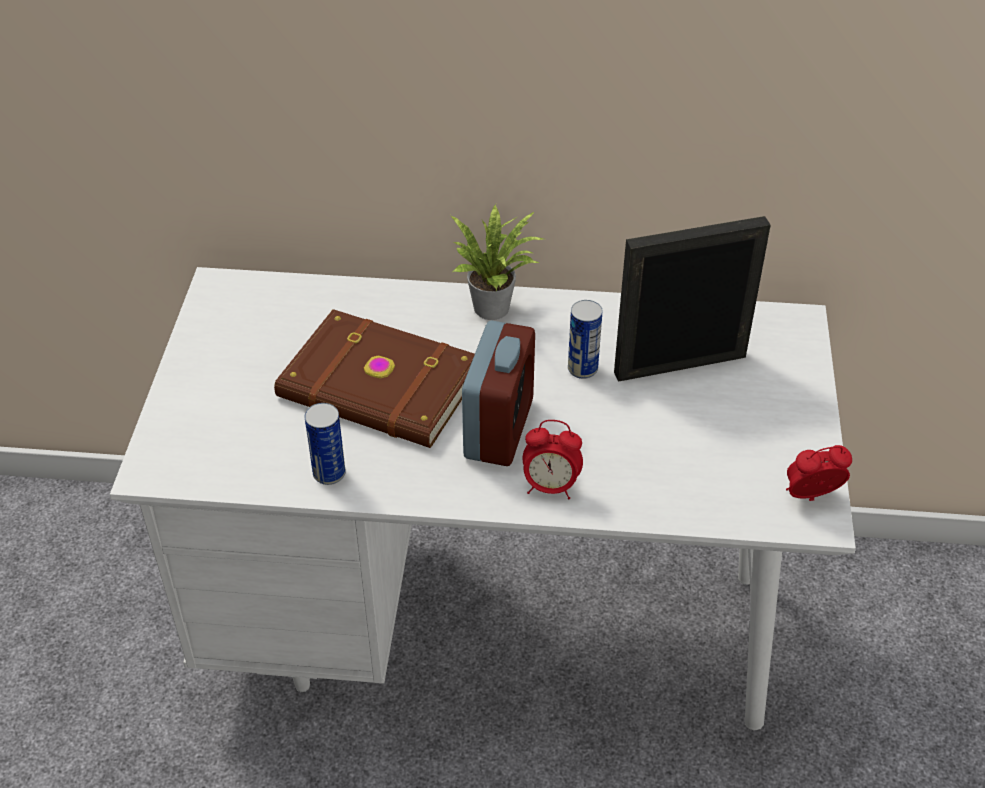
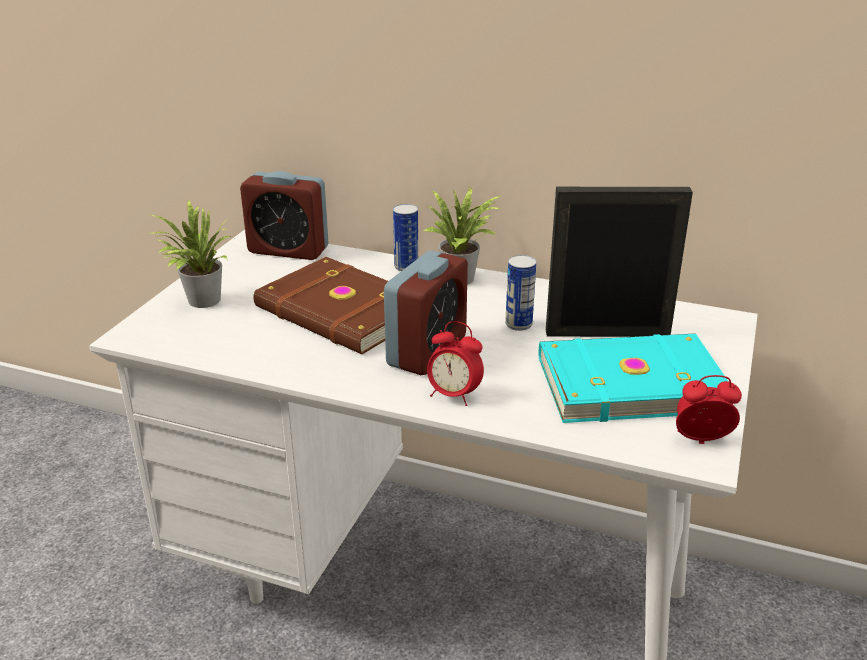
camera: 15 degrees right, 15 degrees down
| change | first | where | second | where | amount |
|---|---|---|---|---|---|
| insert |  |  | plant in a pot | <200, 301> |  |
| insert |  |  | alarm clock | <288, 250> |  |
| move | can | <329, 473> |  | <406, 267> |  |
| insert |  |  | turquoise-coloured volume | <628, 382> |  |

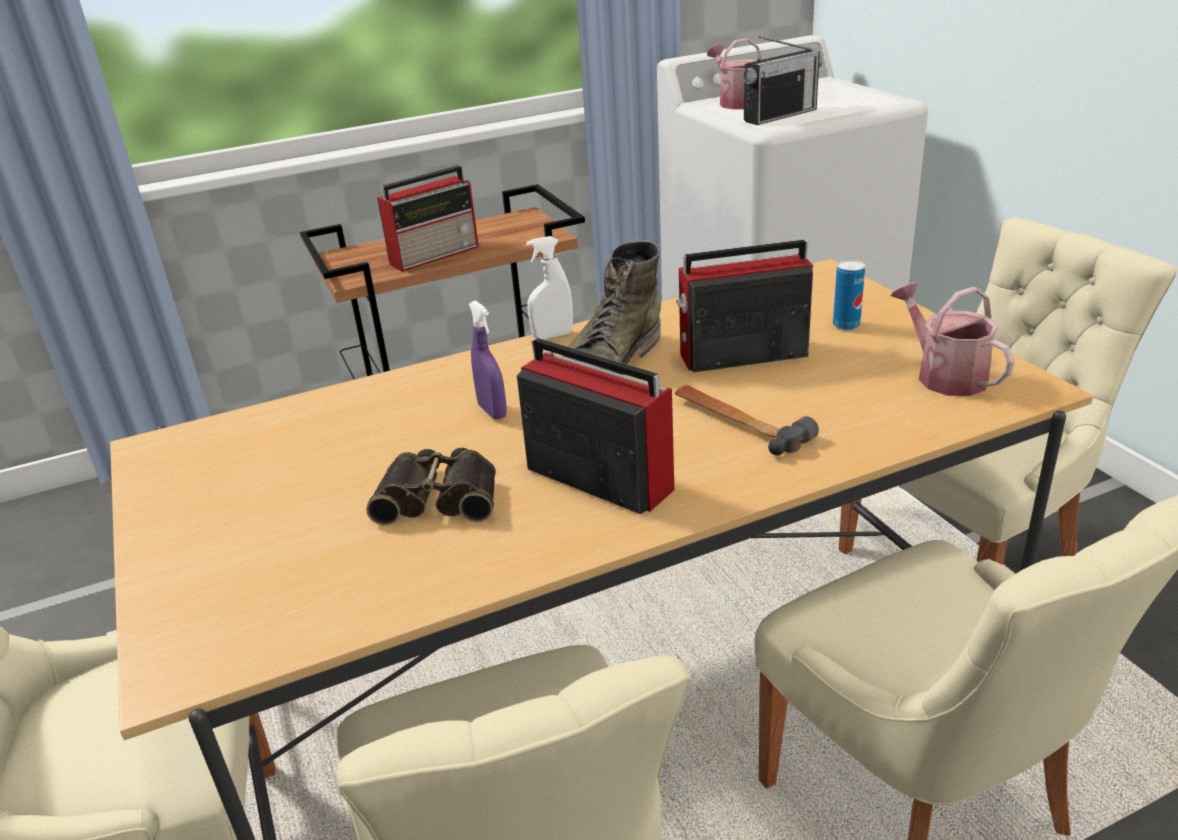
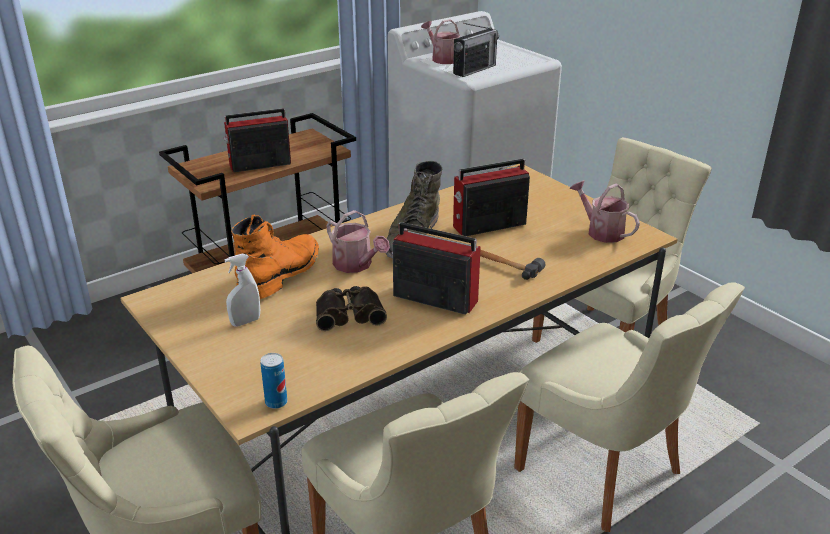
camera: 15 degrees left, 0 degrees up
| change | first | where | second | where | amount |
|---|---|---|---|---|---|
| rotate | radio set | <436, 254> |  | <259, 165> | 150 degrees counterclockwise |
| move | whitish sprayer | <552, 336> |  | <245, 322> |  |
| insert |  |  | orangey boot | <281, 274> |  |
| move | can | <846, 325> |  | <276, 402> |  |
| replace | purple sprayer | <492, 411> | sprinkling can | <356, 265> |  |

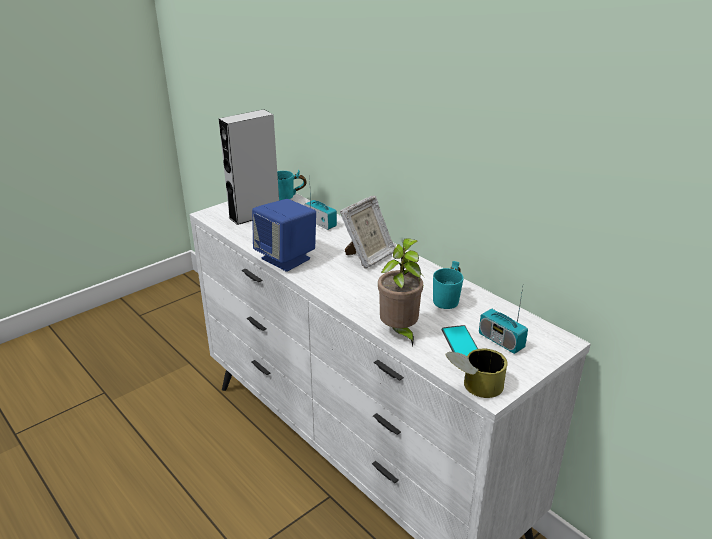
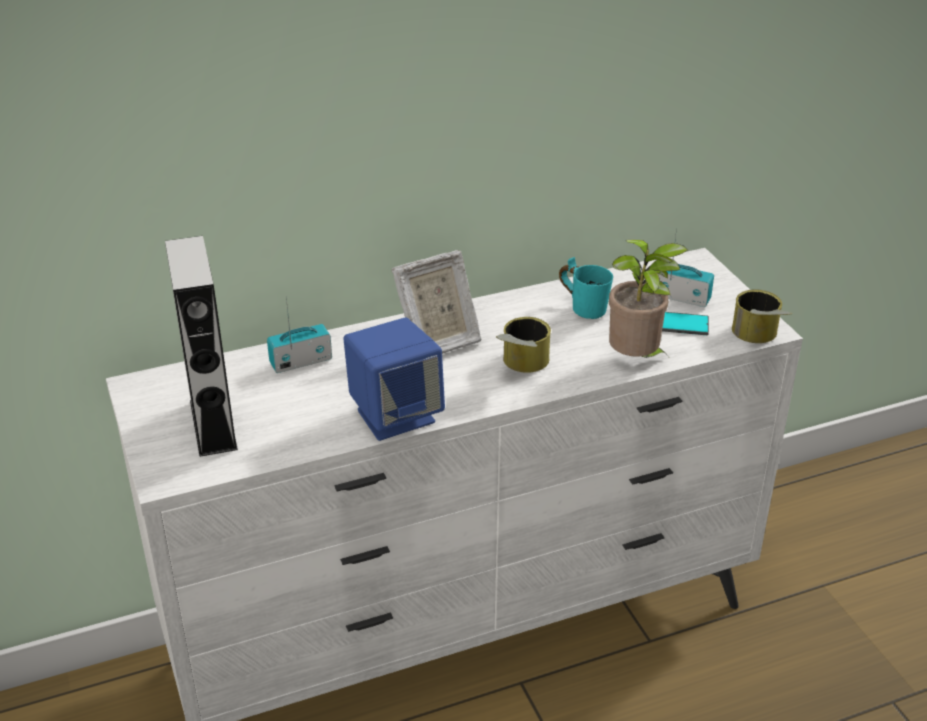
camera: 70 degrees left, 5 degrees up
| change | first | where | second | where | amount |
|---|---|---|---|---|---|
| rotate | picture frame | <368, 257> |  | <438, 341> | 90 degrees clockwise |
| insert |  |  | can | <521, 367> |  |
| rotate | radio set | <501, 341> |  | <681, 297> | 135 degrees counterclockwise |
| delete | turquoise-coloured coffee mug | <288, 198> |  |  |  |

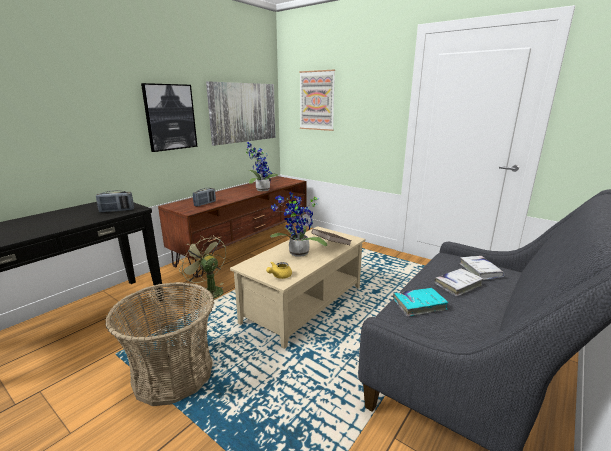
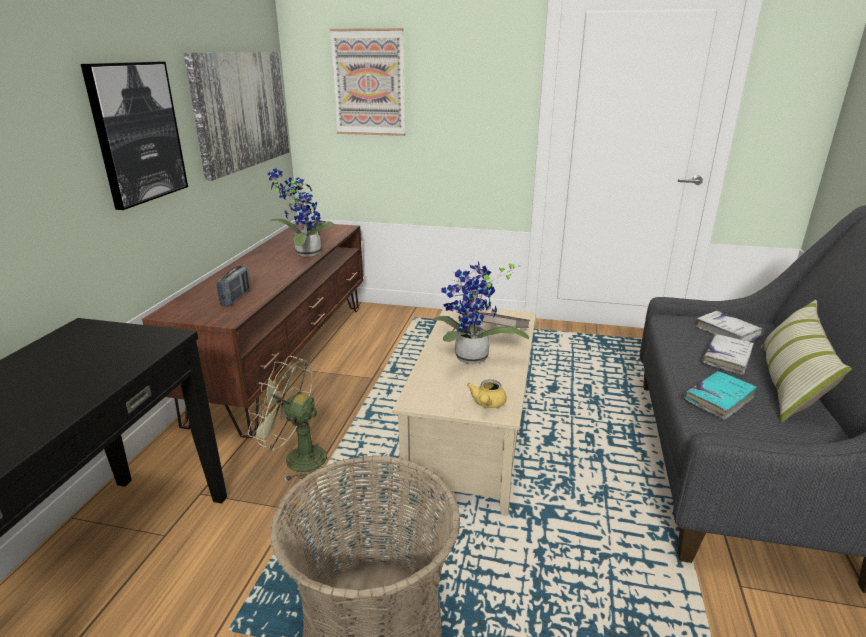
camera: 25 degrees left, 5 degrees up
| change | first | where | second | where | amount |
|---|---|---|---|---|---|
| insert |  |  | pillow | <788, 384> |  |
| delete | radio set | <117, 211> |  |  |  |

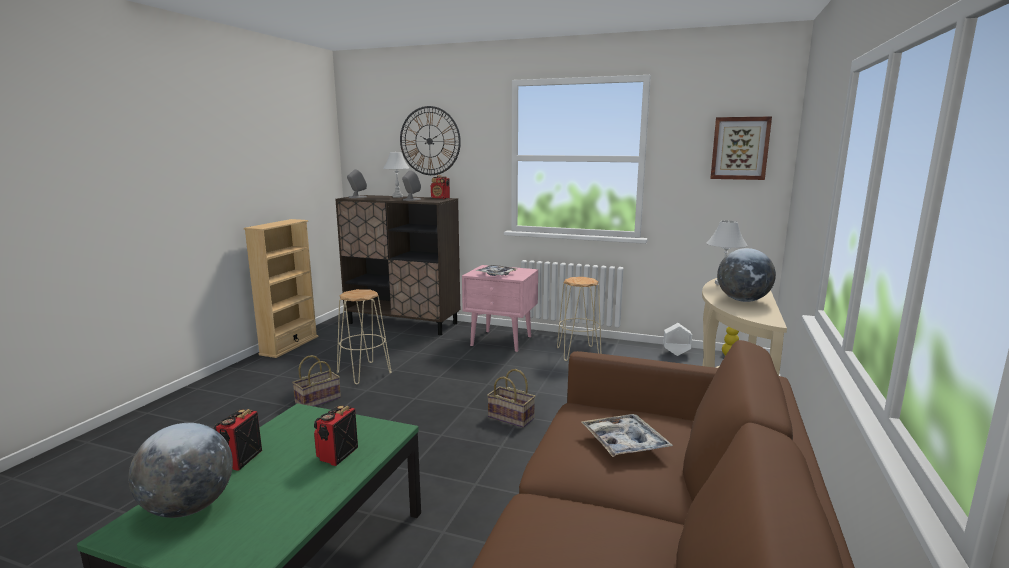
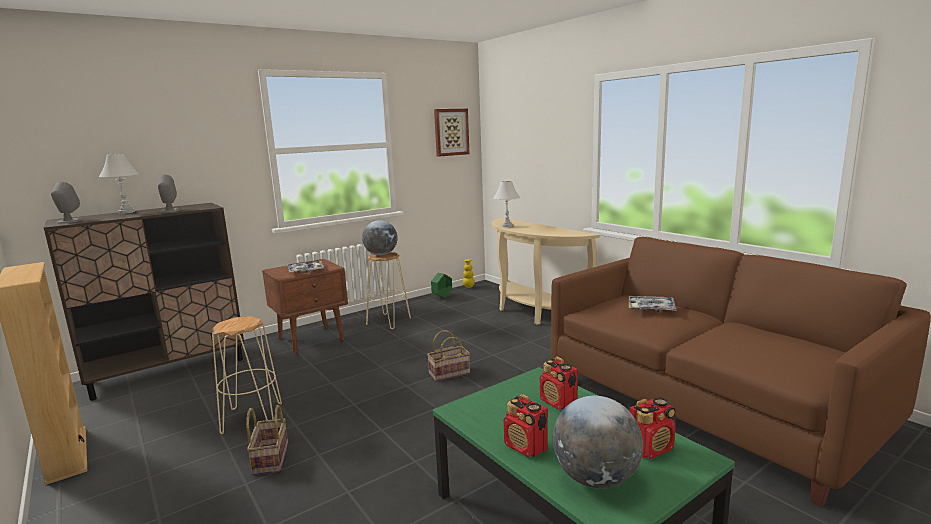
camera: 55 degrees left, 0 degrees up
| change | first | where | second | where | amount |
|---|---|---|---|---|---|
| recolor | pink-coloured night table | <502, 341> | brownish night table | <312, 339> |  |
| move | globe | <743, 300> |  | <381, 254> |  |
| recolor | whitish plant pot | <676, 353> | greenish plant pot | <442, 297> |  |
| move | radio set | <440, 198> |  | <651, 449> |  |
| delete | clock on the wall | <429, 141> |  |  |  |

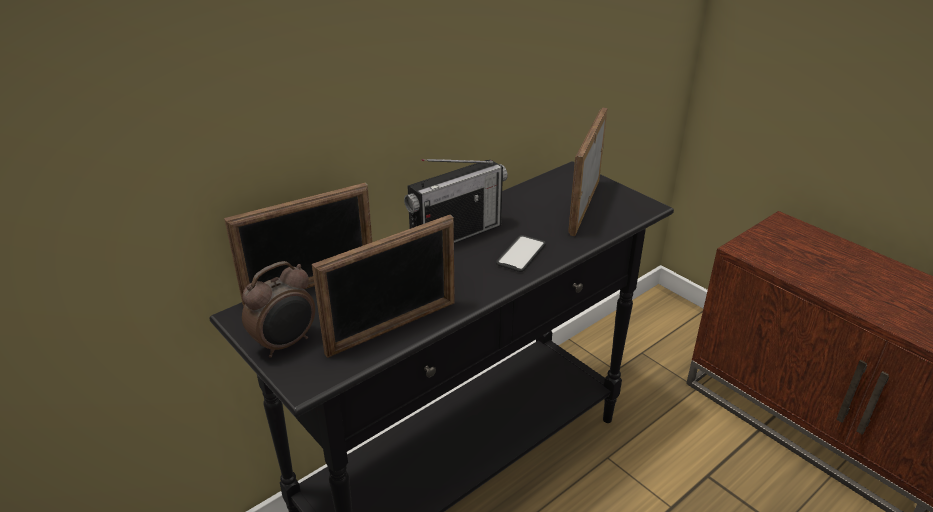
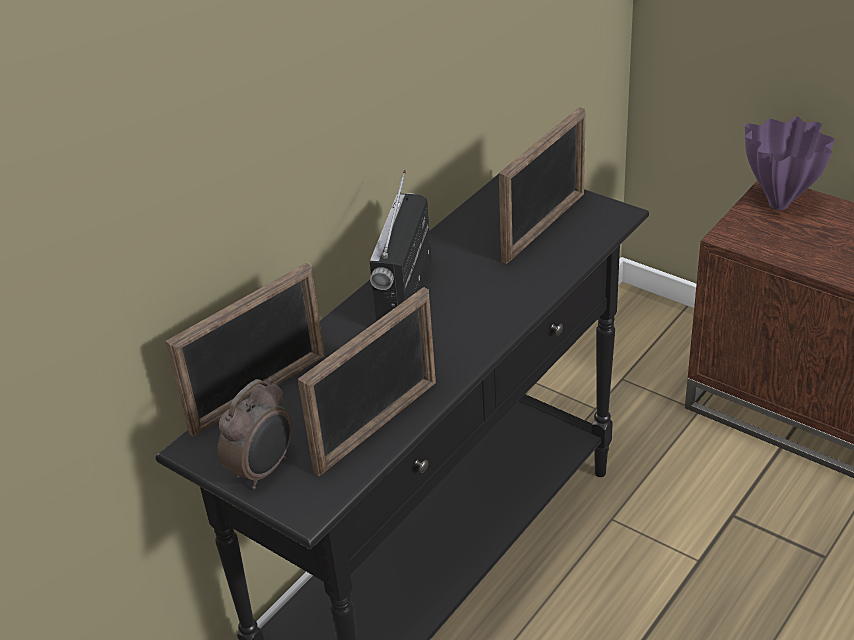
camera: 10 degrees left, 5 degrees up
| change | first | where | second | where | amount |
|---|---|---|---|---|---|
| rotate | radio set | <456, 235> |  | <405, 294> | 150 degrees clockwise |
| rotate | picture frame | <584, 206> |  | <544, 227> | 150 degrees counterclockwise |
| insert |  |  | purple decorative vase | <780, 205> |  |
| delete | telephone | <521, 254> |  |  |  |

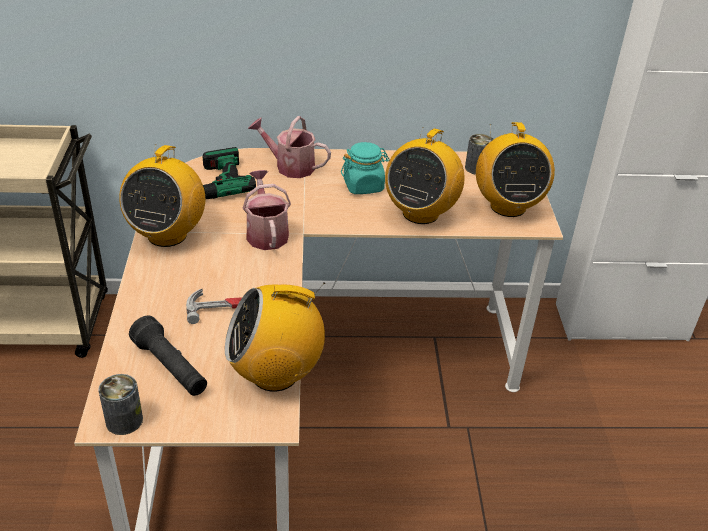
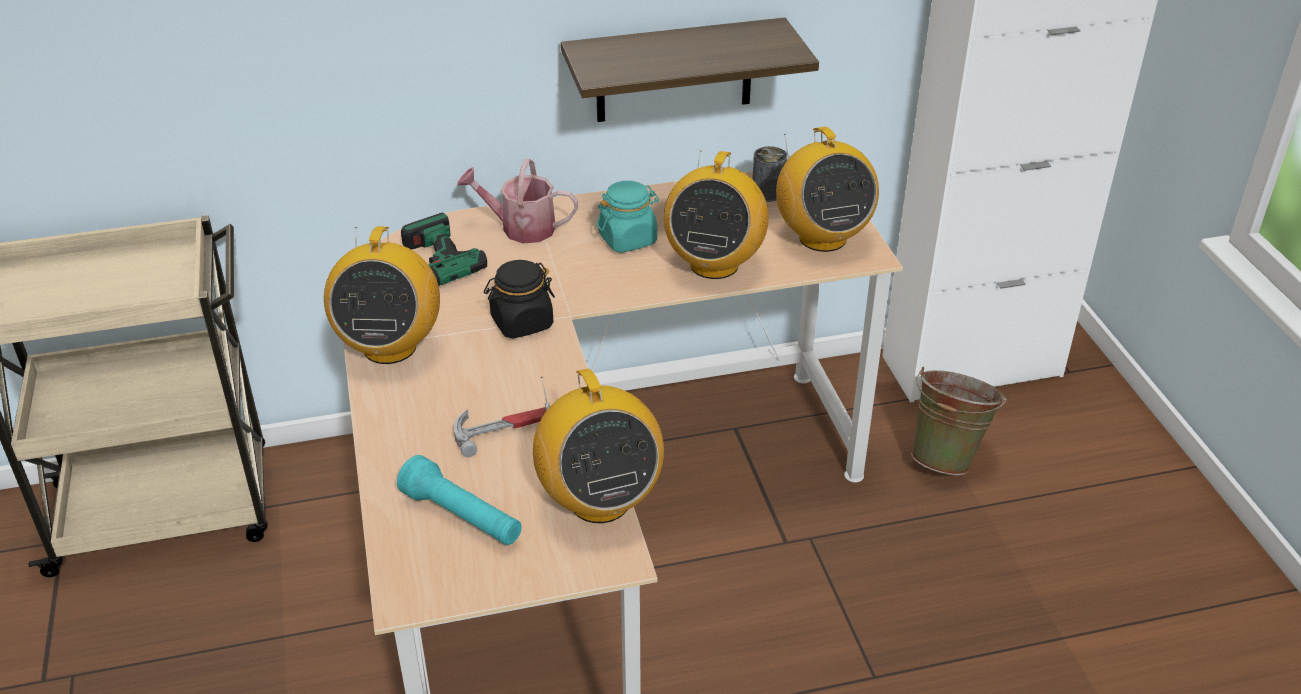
camera: 10 degrees left, 0 degrees up
| change | first | where | second | where | amount |
|---|---|---|---|---|---|
| recolor | blackish flashlight | <171, 368> | turquoise-coloured flashlight | <462, 517> |  |
| replace | sprinkling can | <266, 233> | blackish preserve jar | <521, 323> |  |
| rotate | radio set | <275, 374> |  | <599, 500> | 90 degrees counterclockwise |
| insert |  |  | shelf | <674, 71> |  |
| insert |  |  | greenish bucket | <947, 457> |  |
| delete | can | <124, 420> |  |  |  |

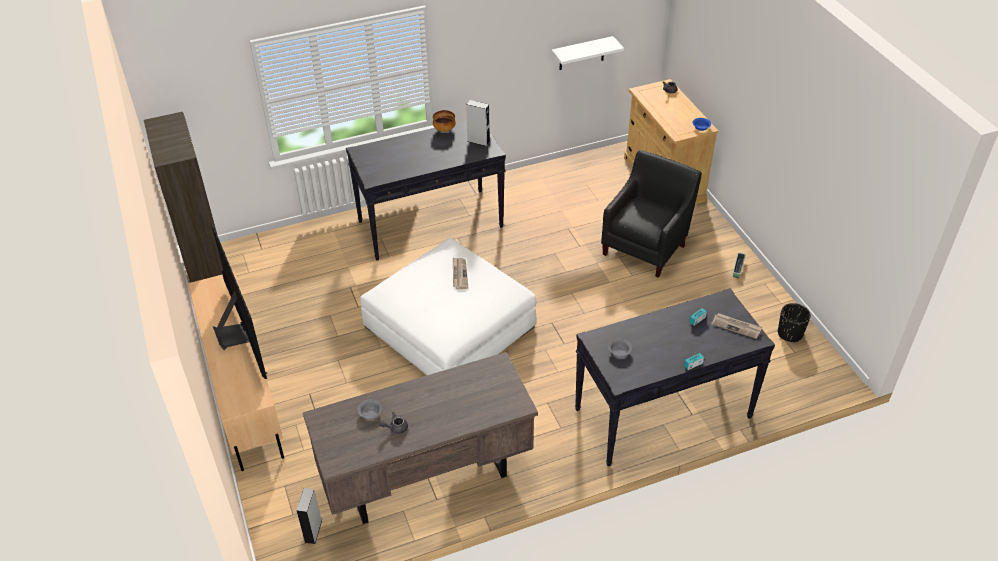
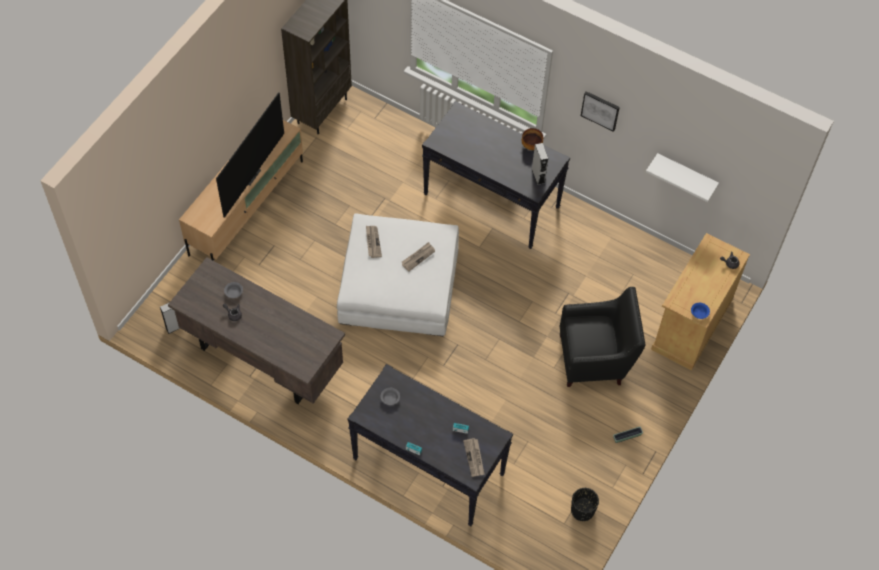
camera: 50 degrees right, 15 degrees up
| change | first | where | second | where | amount |
|---|---|---|---|---|---|
| insert |  |  | printed paper | <373, 242> |  |
| insert |  |  | picture | <600, 110> |  |

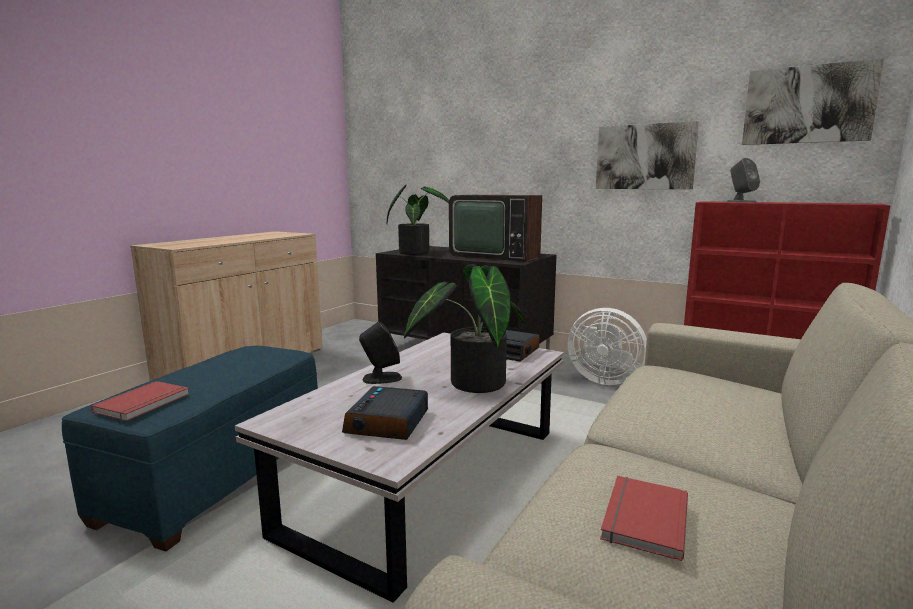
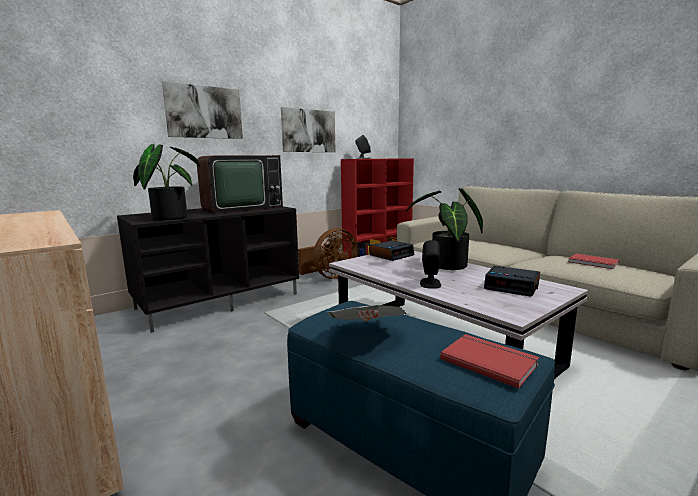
camera: 70 degrees left, 0 degrees up
| change | first | where | second | where | amount |
|---|---|---|---|---|---|
| move | picture | <808, 105> |  | <204, 112> |  |
| recolor | whitish electric fan | <604, 379> | brownish electric fan | <330, 277> |  |
| insert |  |  | printed paper | <366, 334> |  |

